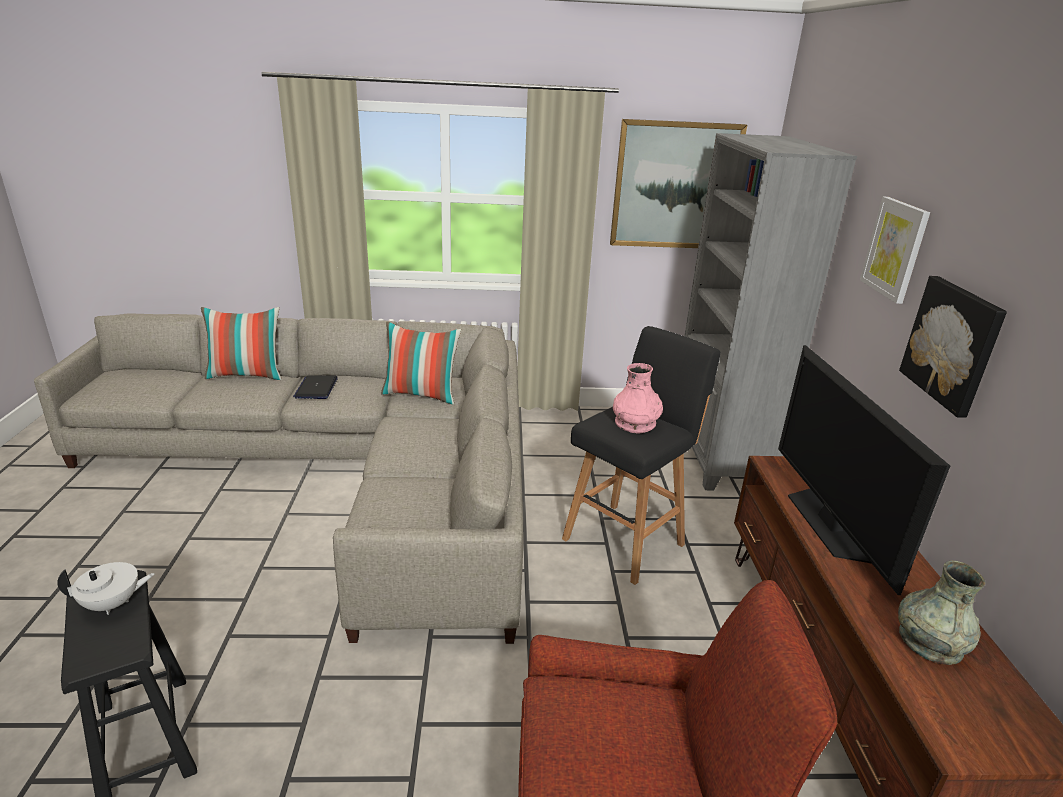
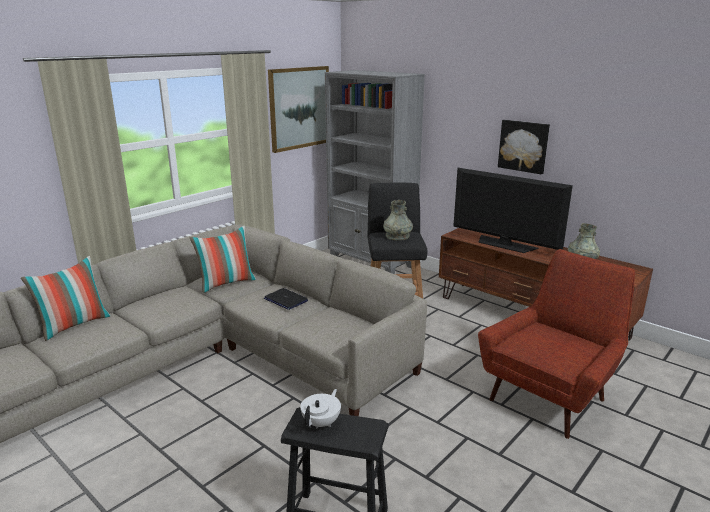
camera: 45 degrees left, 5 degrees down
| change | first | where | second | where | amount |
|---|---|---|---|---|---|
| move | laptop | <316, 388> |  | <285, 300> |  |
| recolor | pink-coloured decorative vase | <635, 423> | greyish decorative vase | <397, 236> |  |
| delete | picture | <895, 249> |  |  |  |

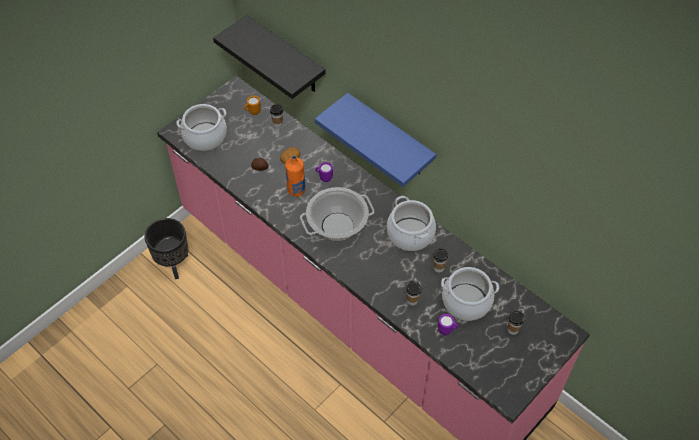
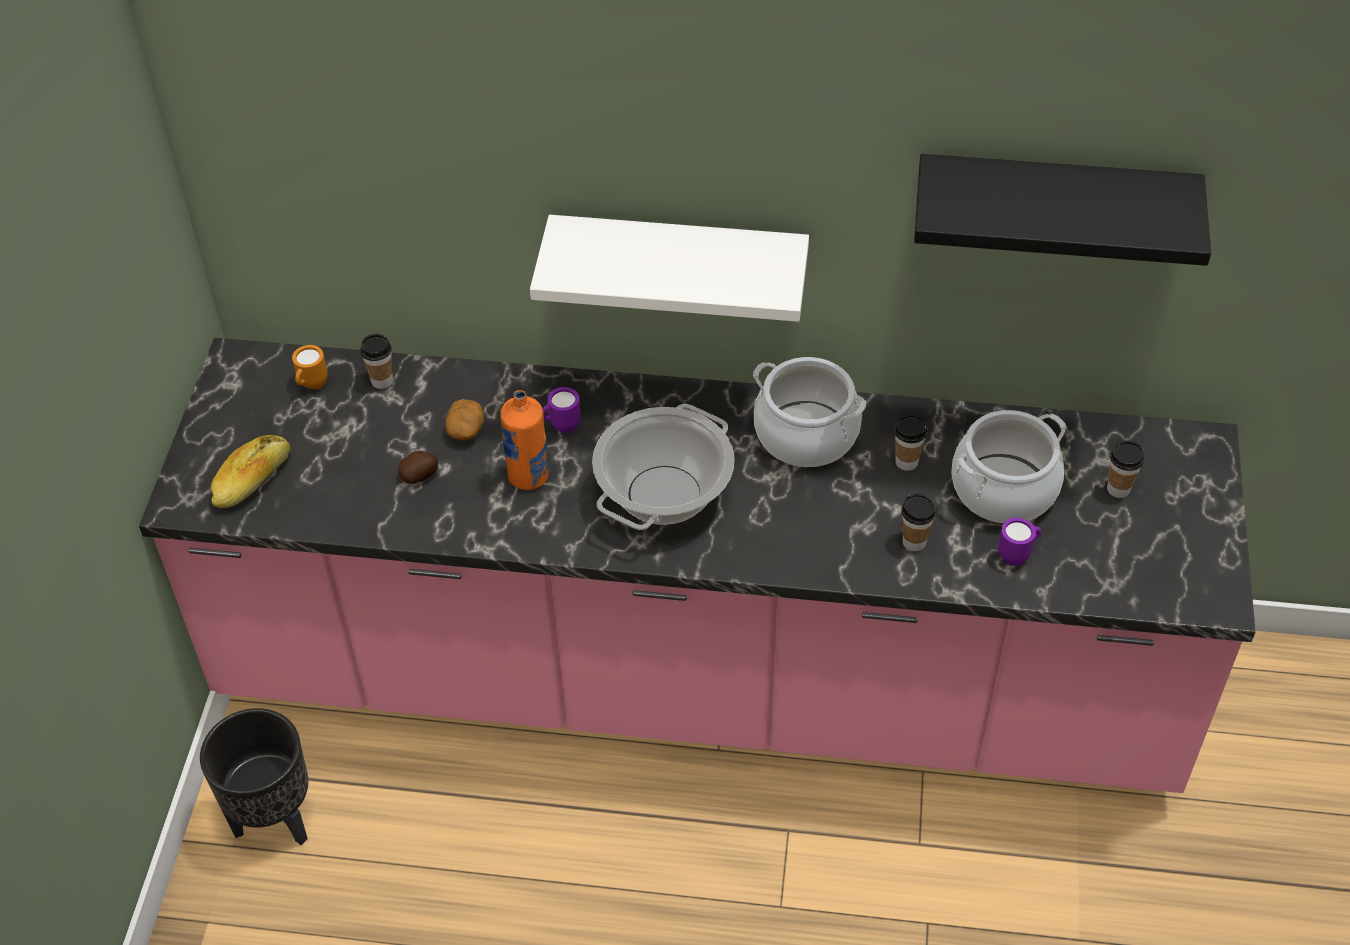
camera: 35 degrees left, 5 degrees down
| change | first | where | second | where | amount |
|---|---|---|---|---|---|
| replace | cooking pot | <205, 137> | bread | <253, 480> |  |
| recolor | blue-coloured shelf | <390, 137> | whitish shelf | <678, 261> |  |
| move | blackish shelf | <286, 56> |  | <1053, 204> |  |

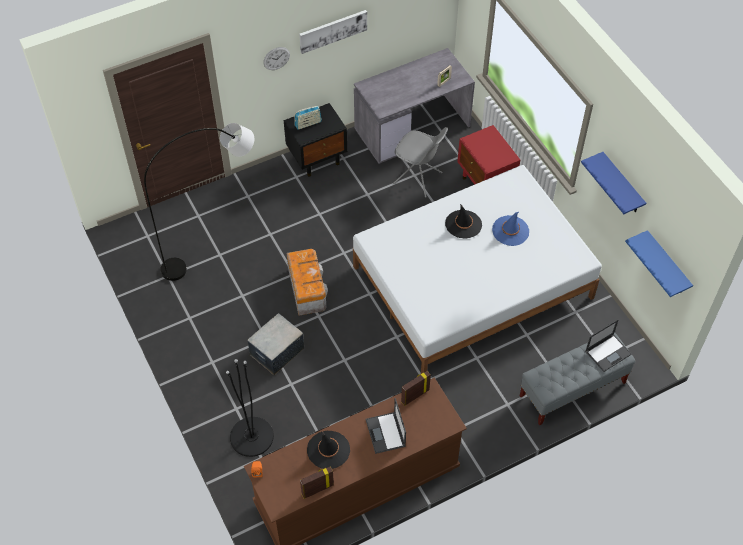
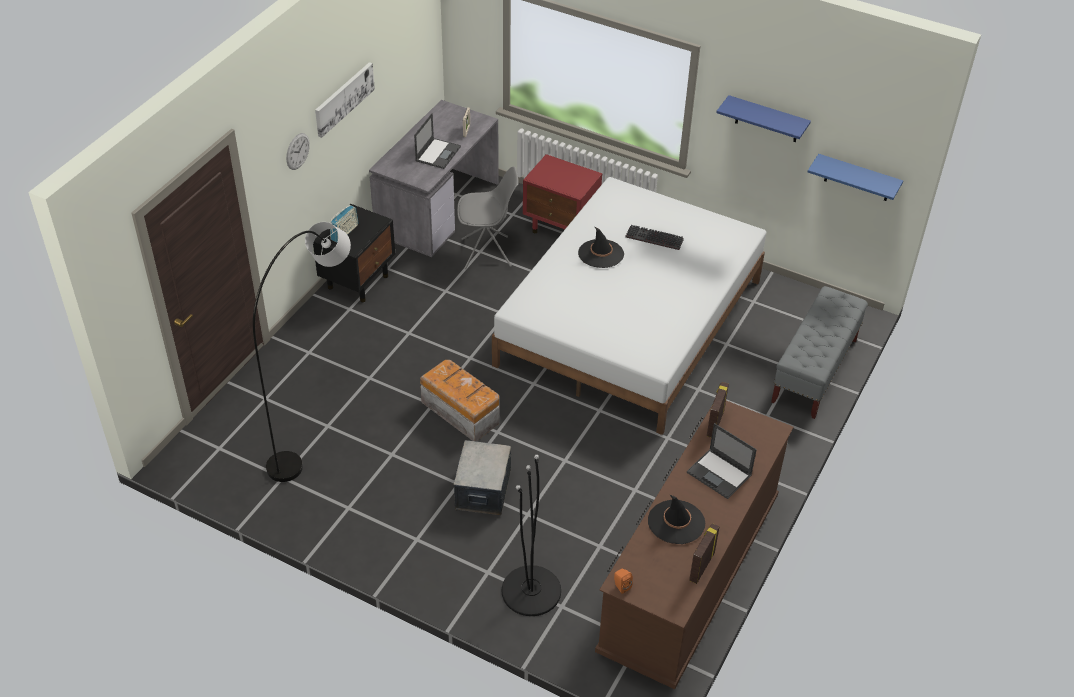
camera: 35 degrees left, 10 degrees down
| change | first | where | second | where | amount |
|---|---|---|---|---|---|
| move | laptop | <608, 352> |  | <438, 153> |  |
| replace | blue-coloured wearable hat | <510, 231> | computer keyboard | <653, 239> |  |

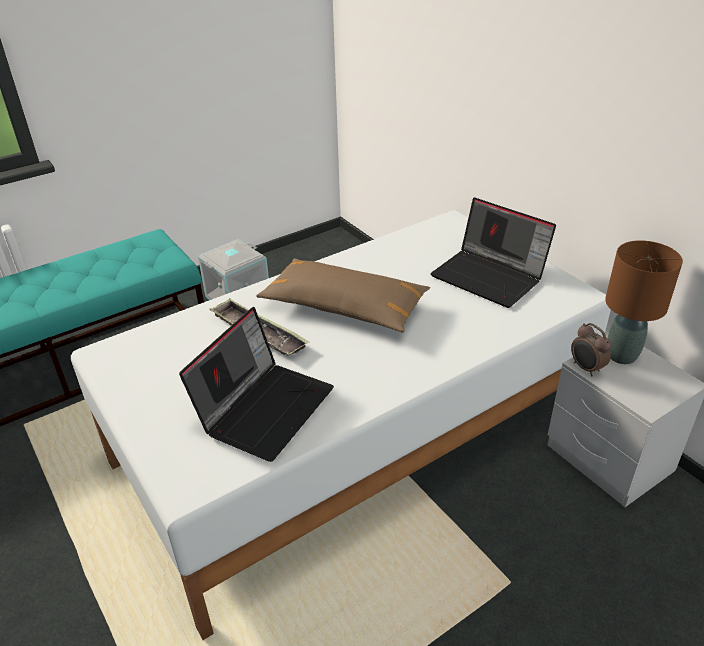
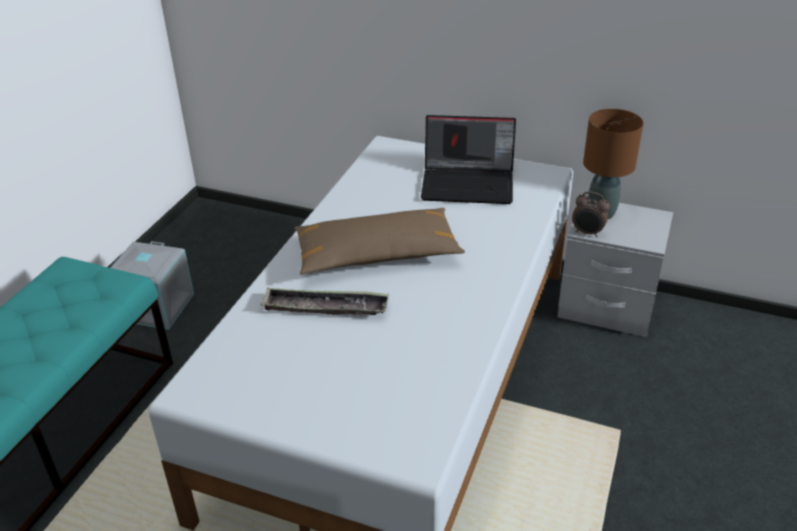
camera: 35 degrees left, 0 degrees up
| change | first | where | second | where | amount |
|---|---|---|---|---|---|
| delete | laptop | <265, 407> |  |  |  |

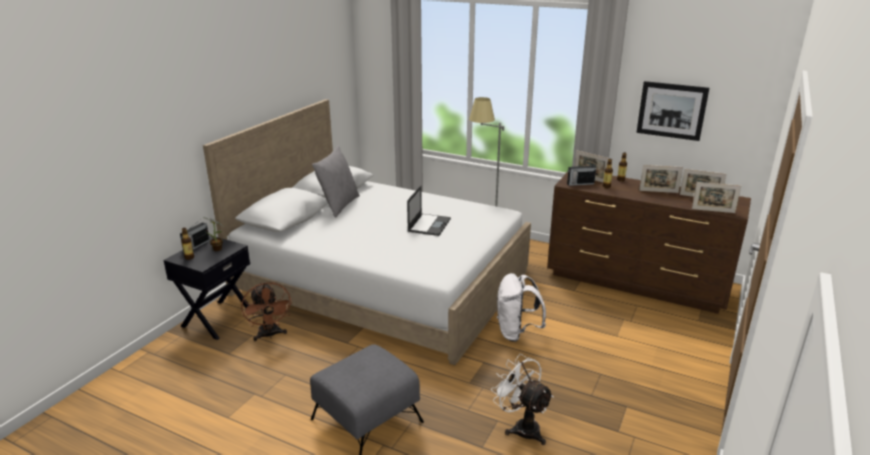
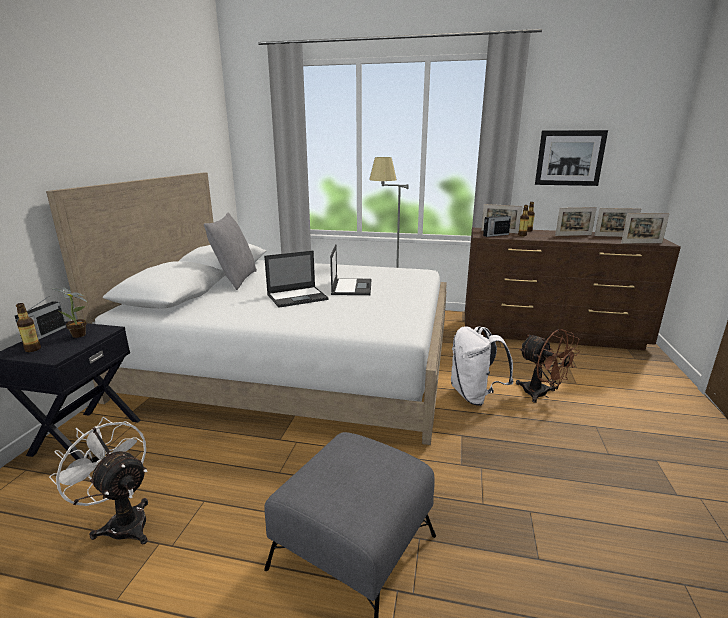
camera: 15 degrees left, 5 degrees down
| change | first | where | second | where | amount |
|---|---|---|---|---|---|
| move | whitish electric fan | <522, 427> |  | <122, 522> |  |
| insert |  |  | laptop | <298, 297> |  |
| move | brownish electric fan | <270, 335> |  | <541, 394> |  |

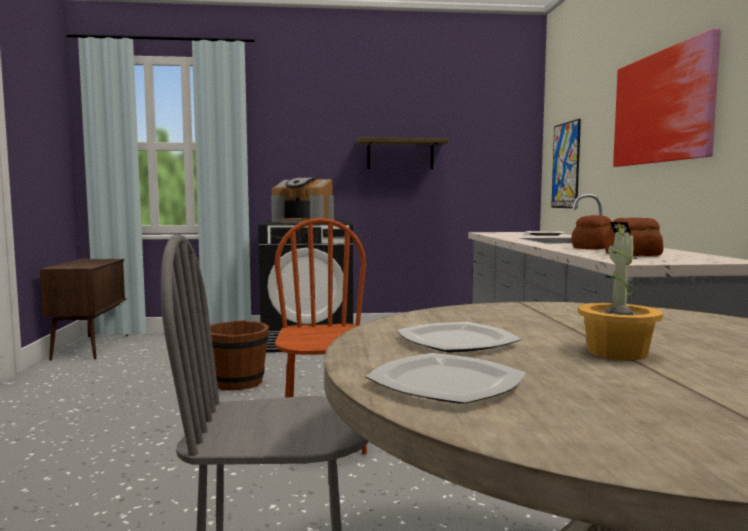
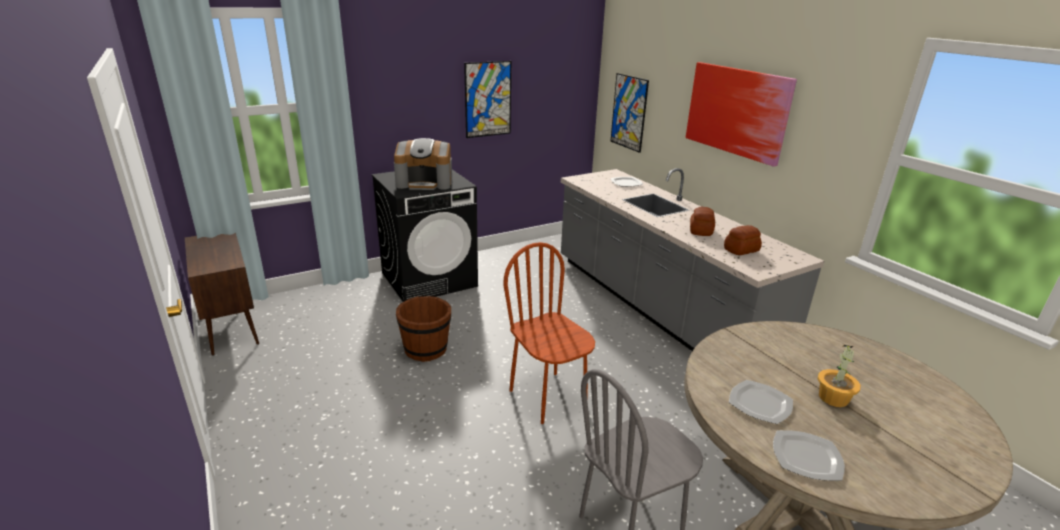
camera: 25 degrees left, 20 degrees up
| change | first | where | second | where | amount |
|---|---|---|---|---|---|
| replace | shelf | <400, 154> | picture | <488, 99> |  |

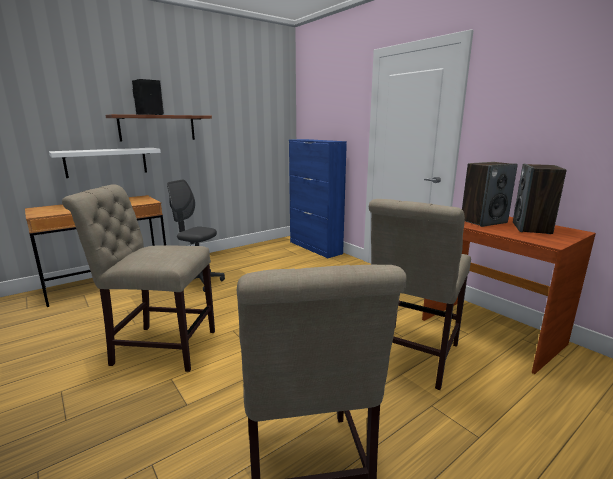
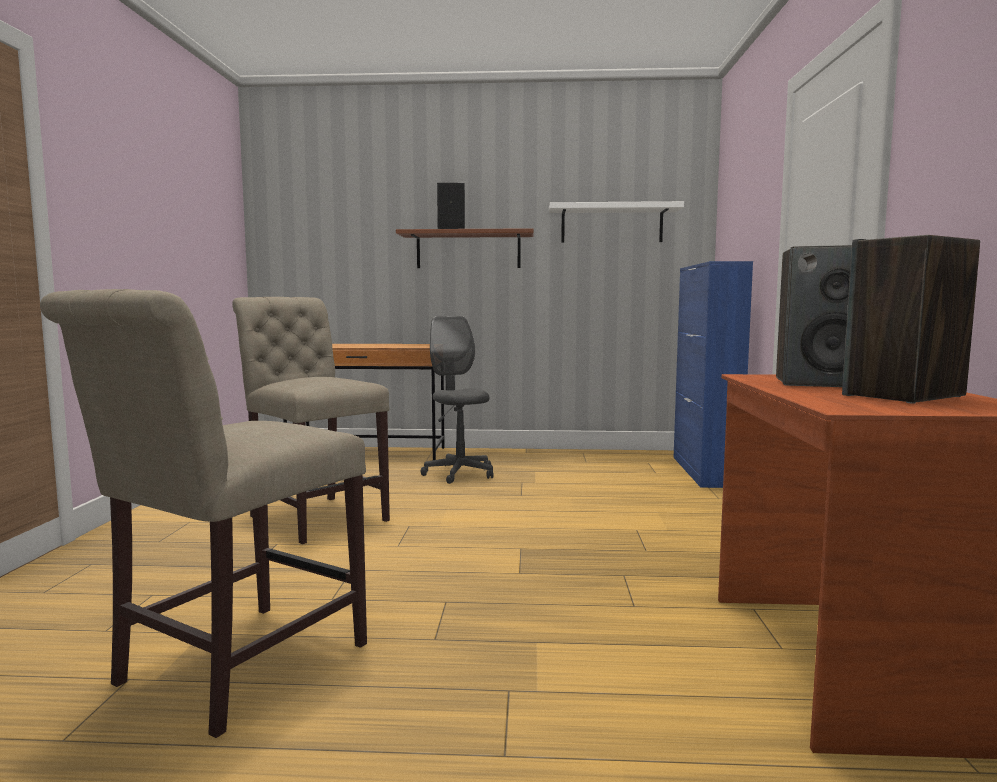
camera: 40 degrees right, 10 degrees down
| change | first | where | second | where | amount |
|---|---|---|---|---|---|
| move | whitish shelf | <106, 162> |  | <611, 224> |  |
| delete | sand-coloured plain chair | <410, 357> |  |  |  |

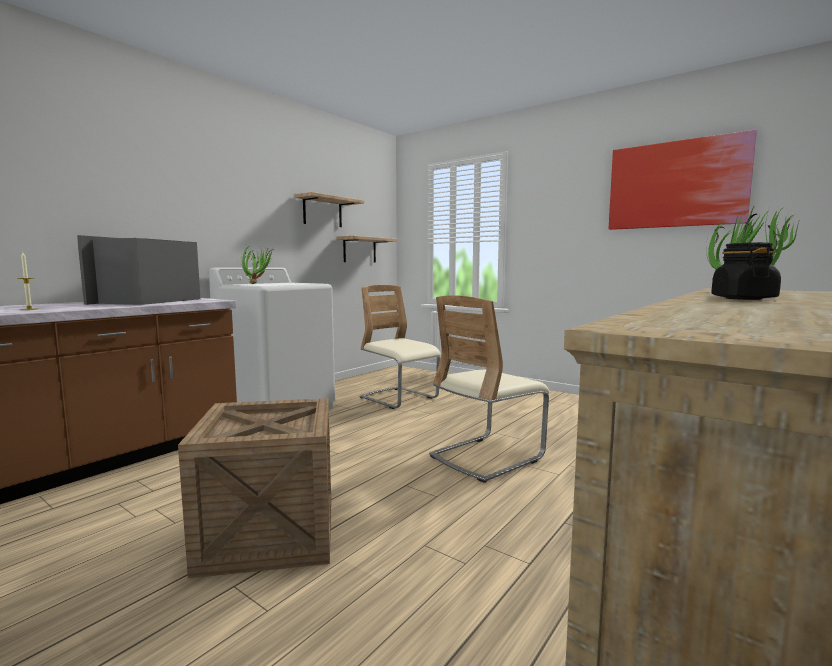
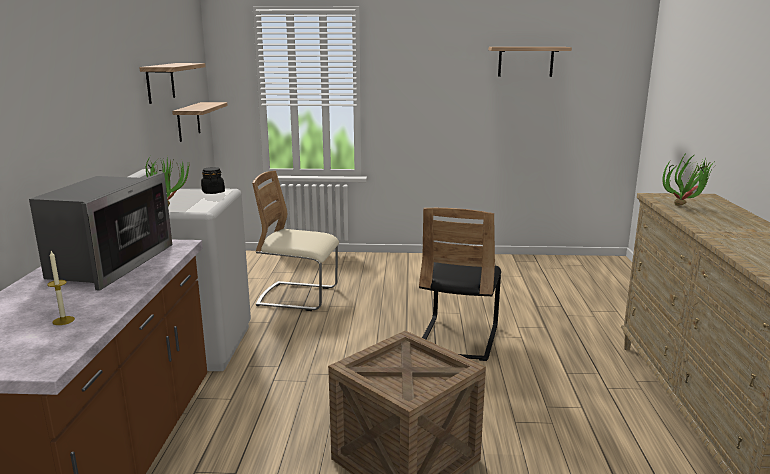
camera: 35 degrees left, 10 degrees up
| change | first | where | second | where | amount |
|---|---|---|---|---|---|
| rotate | microwave oven | <150, 301> |  | <109, 263> | 150 degrees counterclockwise |
| move | blackish preserve jar | <743, 298> |  | <213, 192> |  |
| recolor | sand-coloured plain chair | <486, 457> | blackish plain chair | <458, 338> |  |
| replace | picture | <676, 184> | shelf | <525, 61> |  |

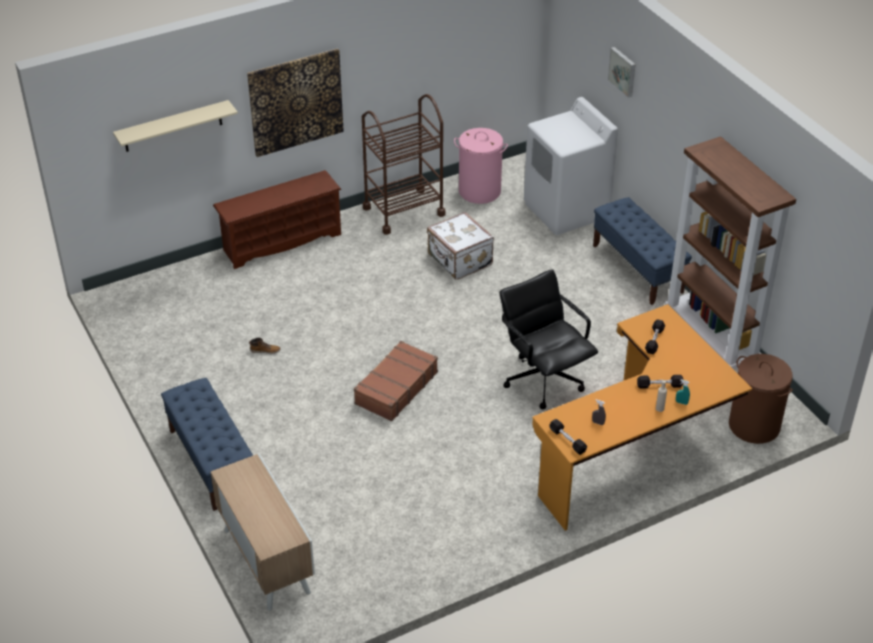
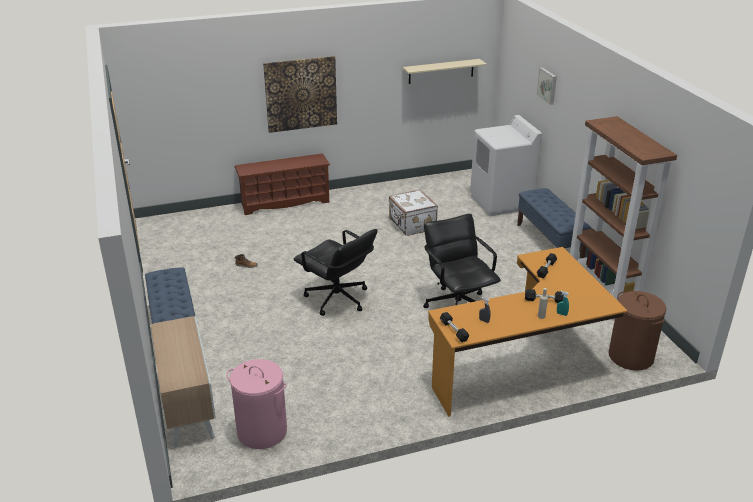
camera: 10 degrees right, 10 degrees down
| change | first | where | second | where | amount |
|---|---|---|---|---|---|
| move | pink-coloured laundry basket | <479, 191> |  | <261, 431> |  |
| replace | brownish piece of luggage | <395, 388> | blackish desk chair | <337, 299> |  |
| move | sand-coloured shelf | <173, 126> |  | <441, 71> |  |
| delete | brownish wheeled cart | <403, 211> |  |  |  |

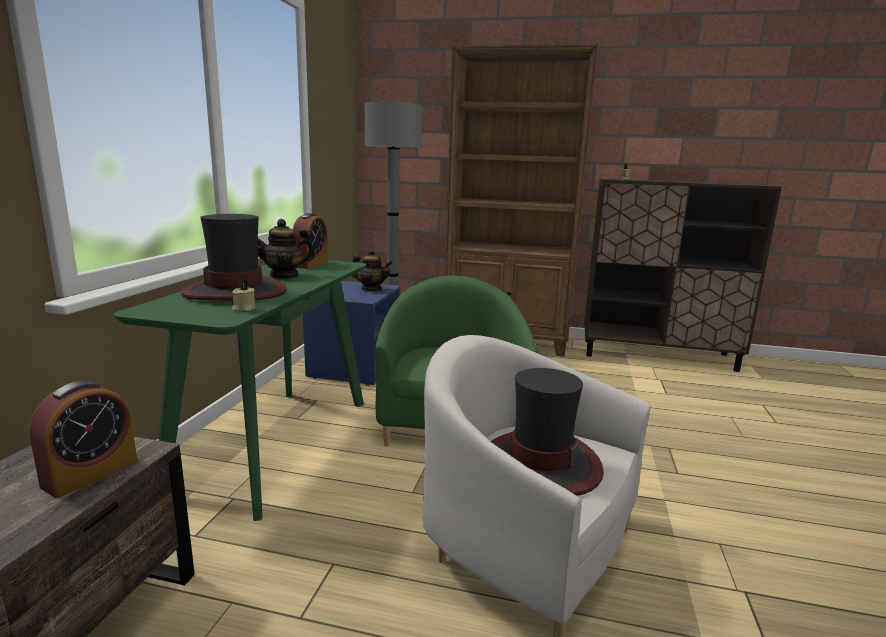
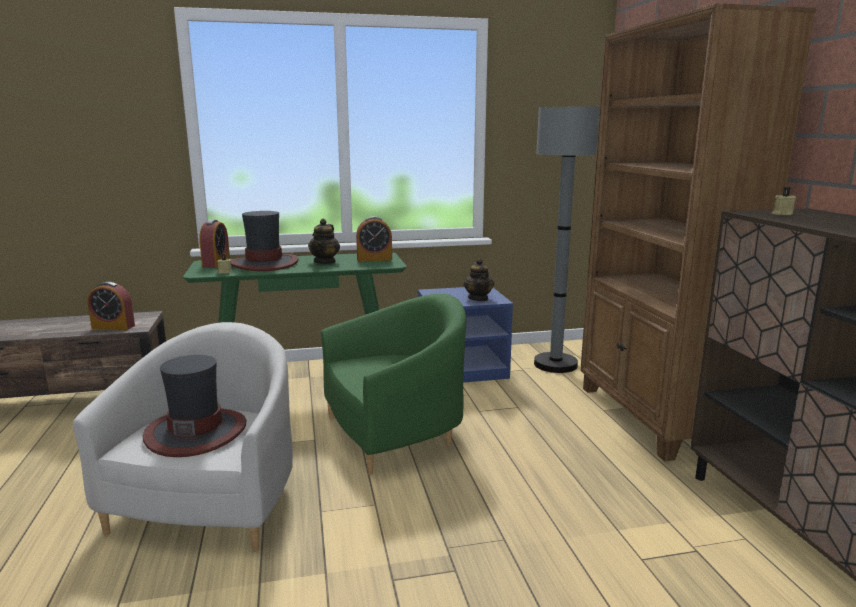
camera: 65 degrees right, 0 degrees up
| change | first | where | second | where | amount |
|---|---|---|---|---|---|
| insert |  |  | alarm clock | <216, 263> |  |
| rotate | teapot | <284, 275> |  | <325, 262> | 120 degrees counterclockwise |

